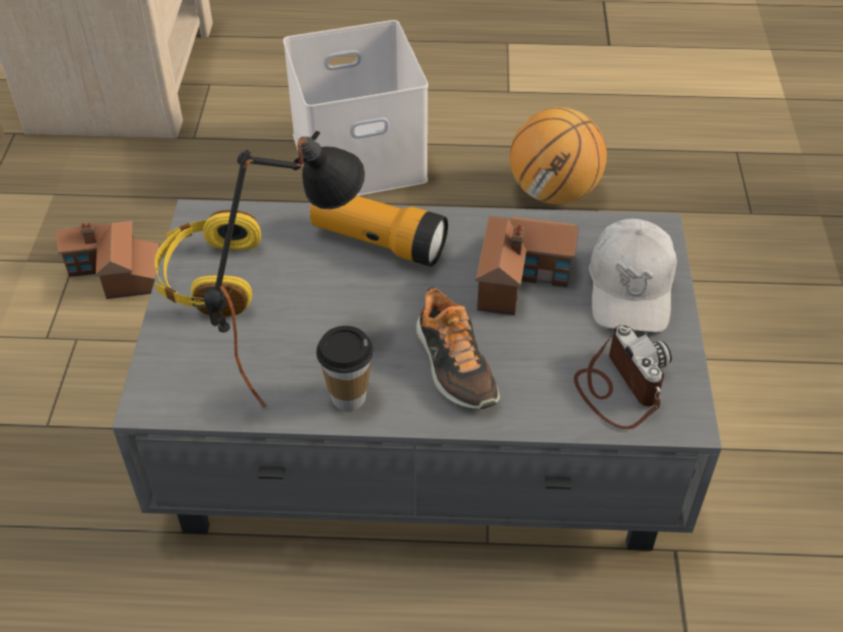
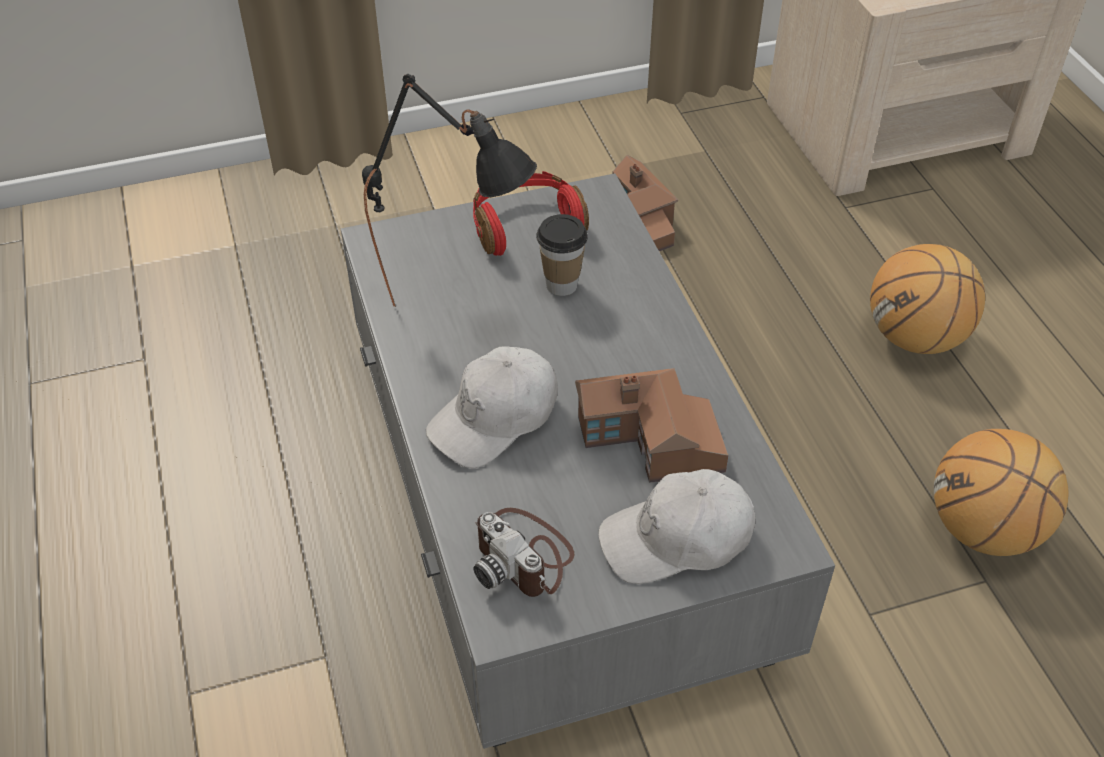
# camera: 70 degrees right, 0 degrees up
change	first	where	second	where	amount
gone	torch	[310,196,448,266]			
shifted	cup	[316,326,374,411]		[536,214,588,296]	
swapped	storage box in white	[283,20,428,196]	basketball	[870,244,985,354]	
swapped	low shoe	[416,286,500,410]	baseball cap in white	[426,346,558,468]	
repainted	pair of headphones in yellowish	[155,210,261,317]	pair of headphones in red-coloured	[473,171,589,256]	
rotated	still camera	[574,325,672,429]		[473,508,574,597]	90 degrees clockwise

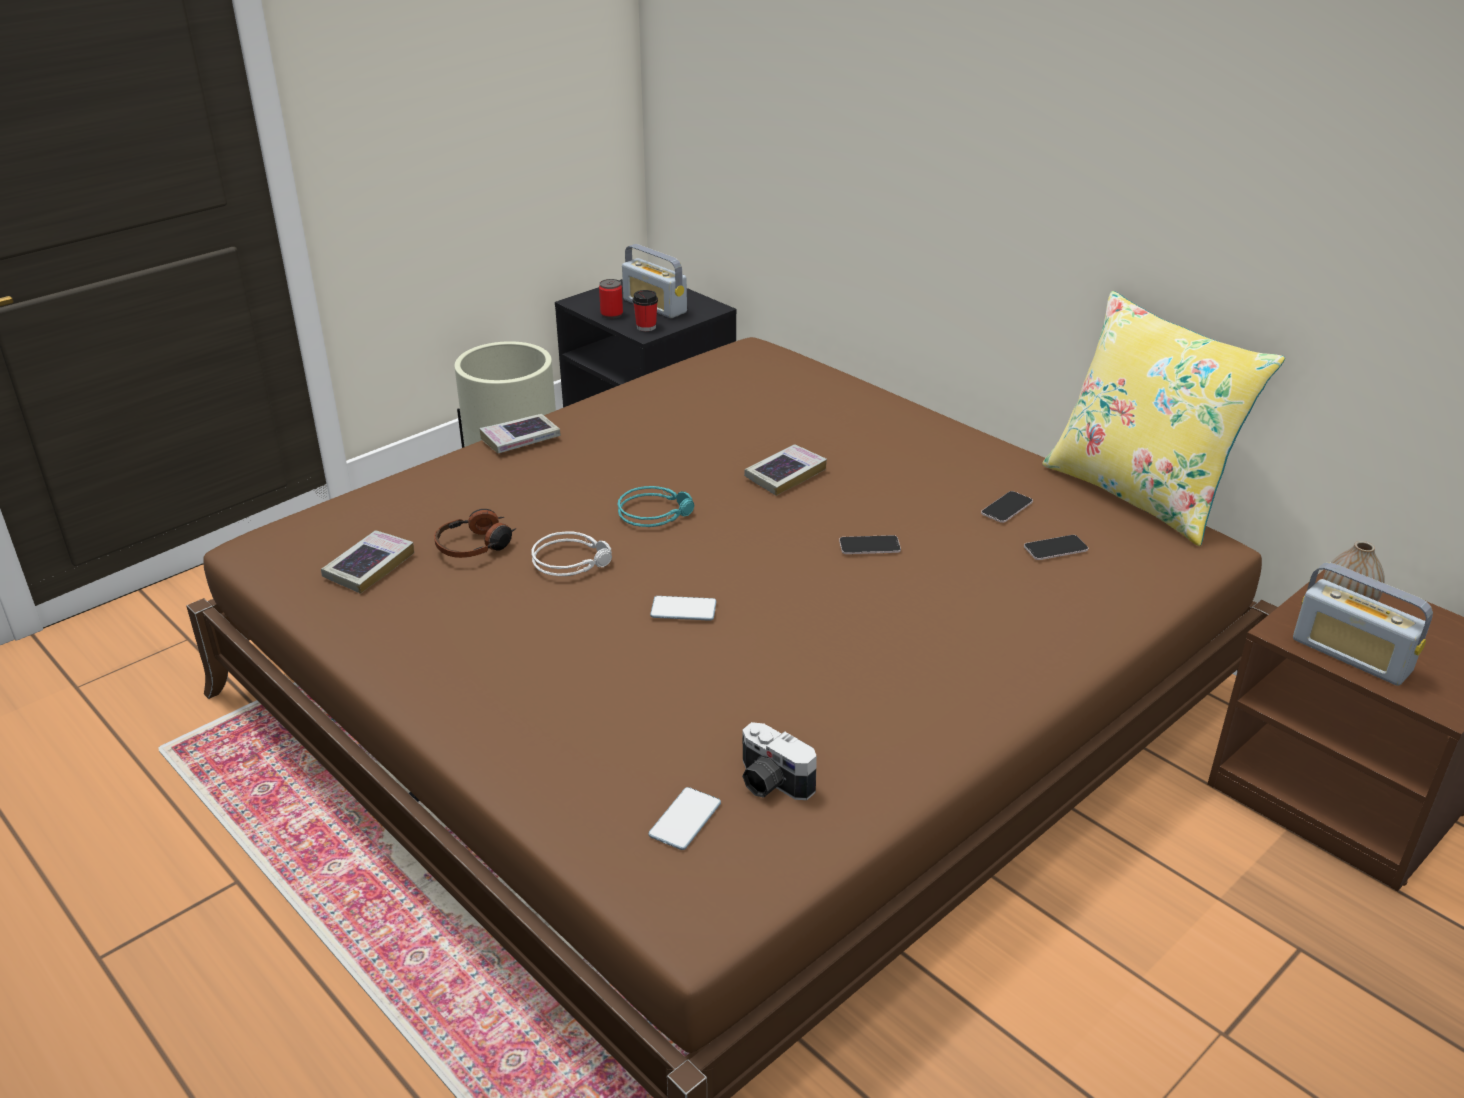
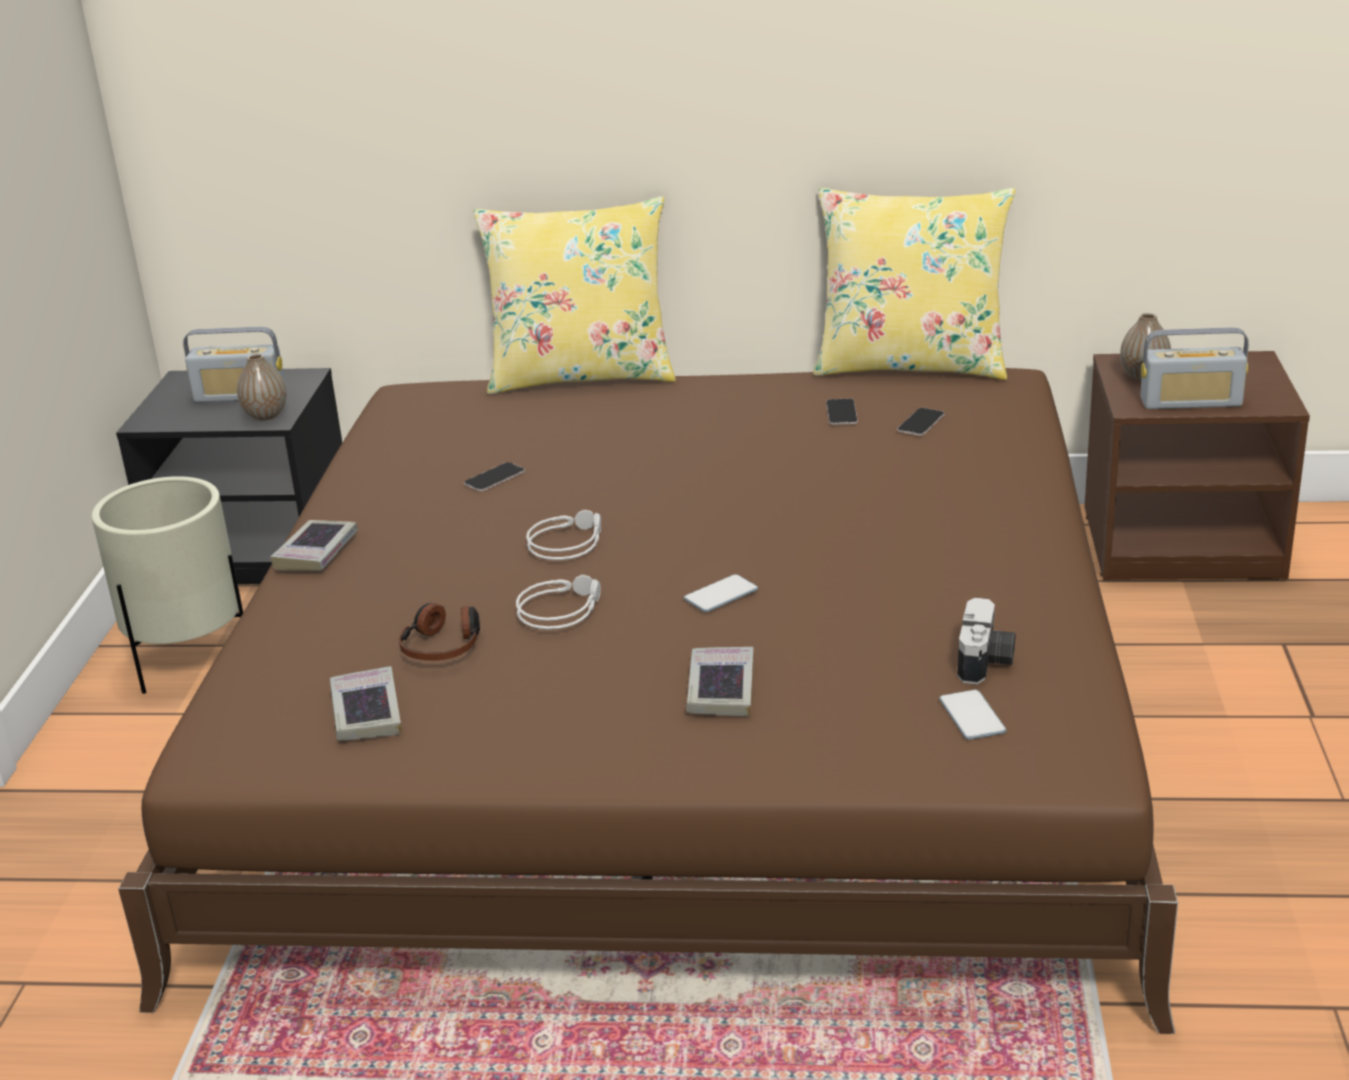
# camera: 40 degrees left, 5 degrees down
change	first	where	second	where	amount
gone	can	[599,279,623,319]			
new			pillow in yellowish	[473,196,676,394]	
shifted	book	[744,444,827,496]		[686,647,754,717]	
shifted	telephone	[839,535,901,554]		[464,462,525,492]	
swapped	cup	[633,290,658,331]	decorative vase	[237,354,287,421]	
repainted	pair of headphones in turquoise-coloured	[618,486,694,527]	pair of headphones in gray	[526,510,601,560]	
rotated	still camera	[742,722,817,800]		[957,598,1015,685]	75 degrees counterclockwise

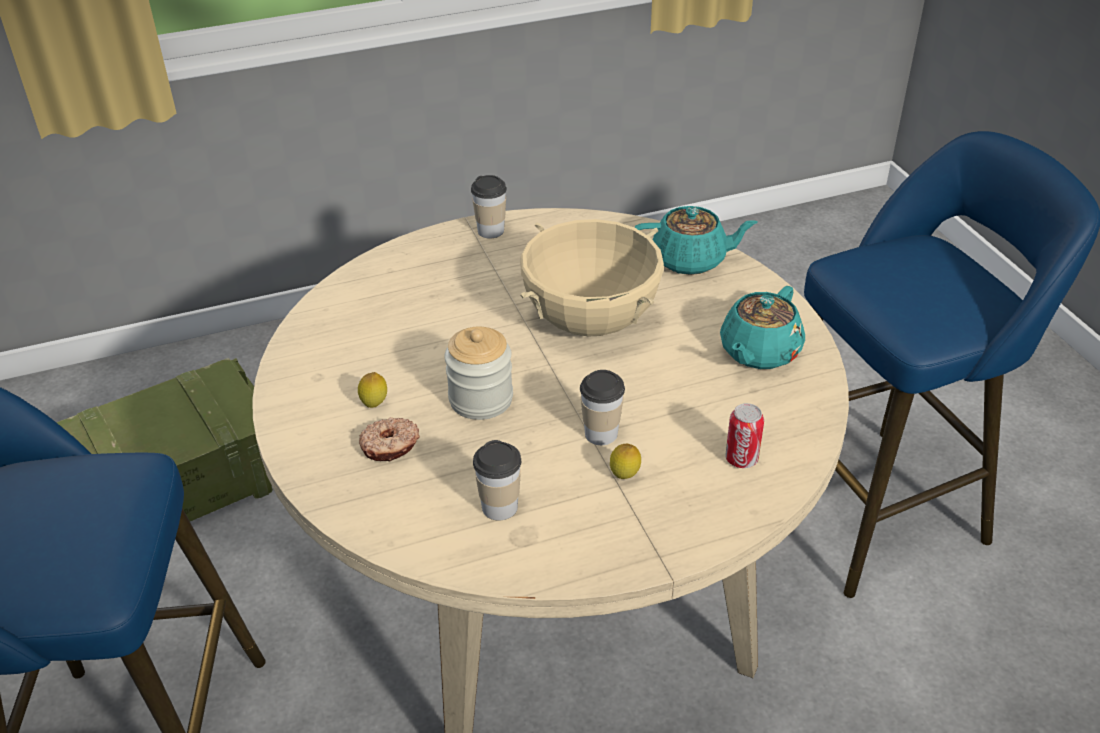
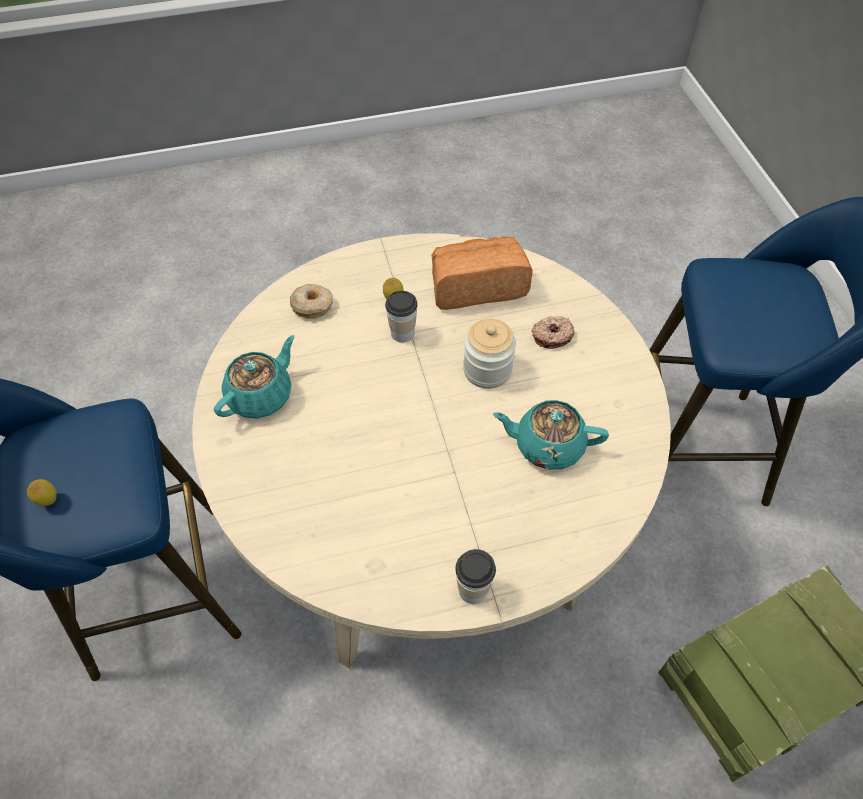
# camera: 175 degrees left, 15 degrees up
change	first	where	second	where	amount
gone	saucepot in sand-coloured	[520,219,664,336]			
shifted	citrus fruit	[358,372,387,408]		[27,479,56,506]	
shifted	pot for tea in turquoise-coloured	[635,206,758,275]		[493,400,609,470]	
swapped	cup	[473,440,521,520]	bread	[432,237,533,310]	
swapped	can	[725,403,764,468]	doughnut	[290,284,333,319]	

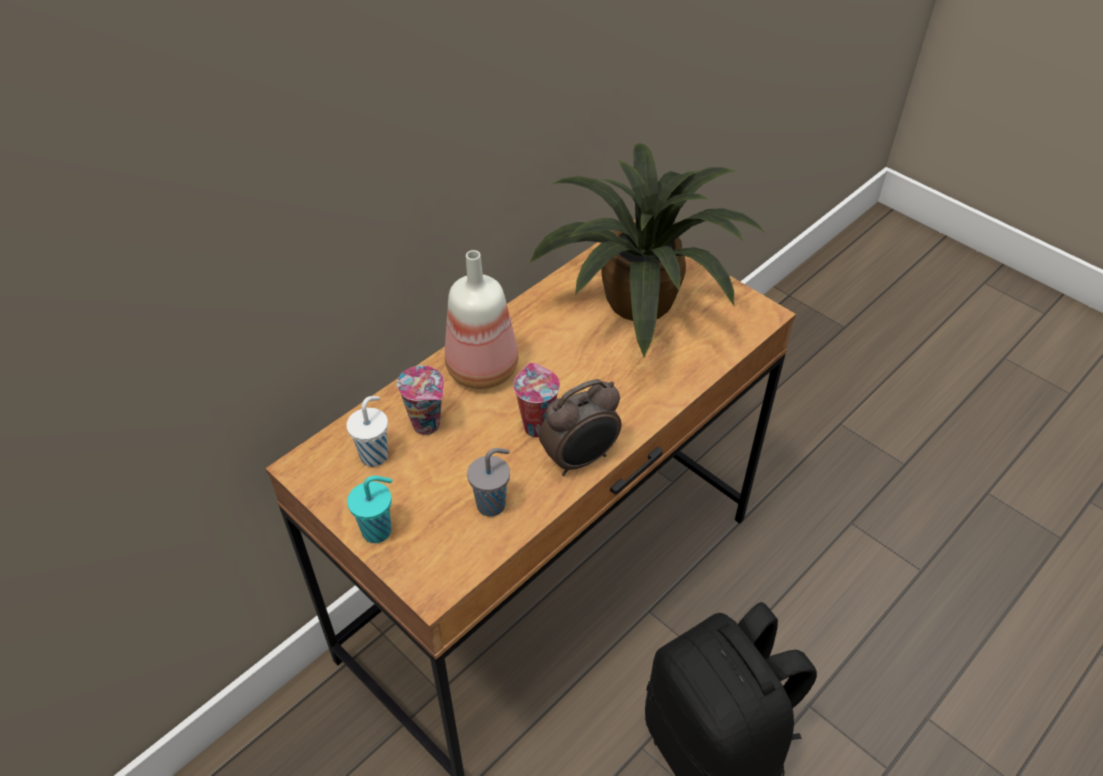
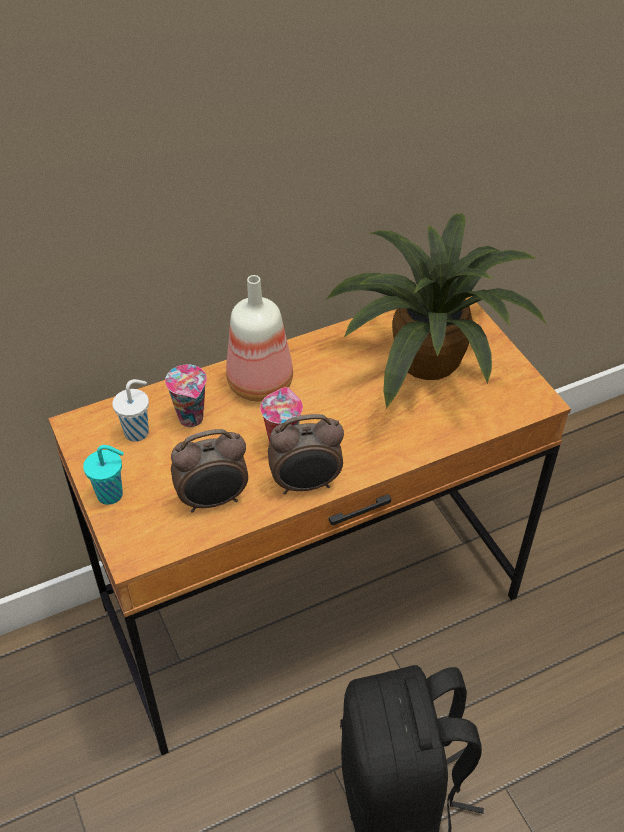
# camera: 20 degrees right, 0 degrees up
change	first	where	second	where	amount
swapped	cup in gray	[467,448,510,517]	bedside clock	[171,429,248,513]	

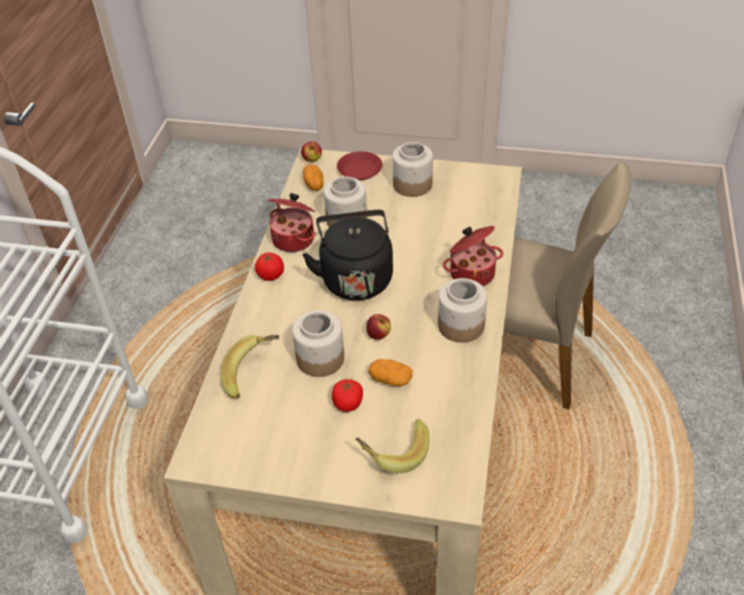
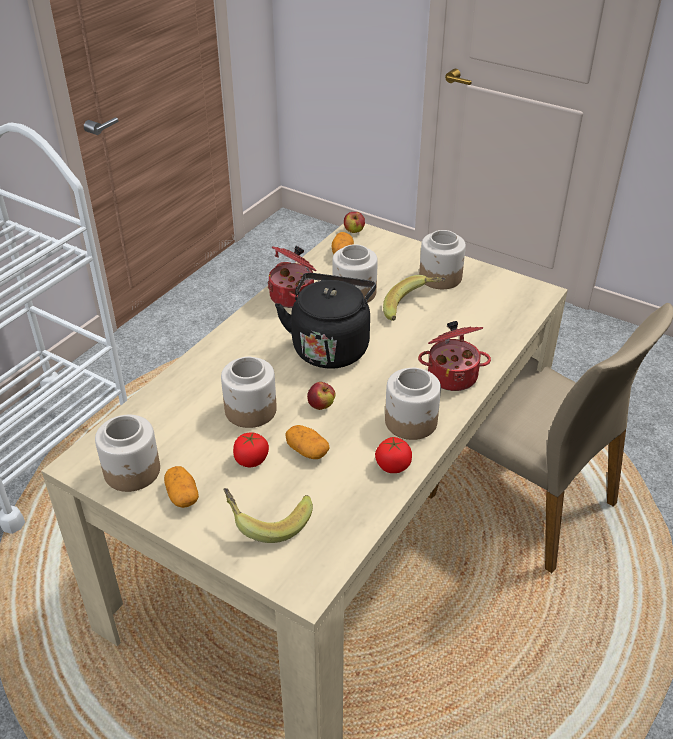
# camera: 20 degrees right, 5 degrees down
change	first	where	second	where	amount
gone	plate in red-coloured	[337,151,383,180]			
new			storage jar	[95,415,160,492]	
new			potato	[164,466,199,508]	
shifted	whole banana	[220,335,279,399]		[383,275,446,321]	
shifted	tomato	[255,253,284,281]		[375,437,412,473]	

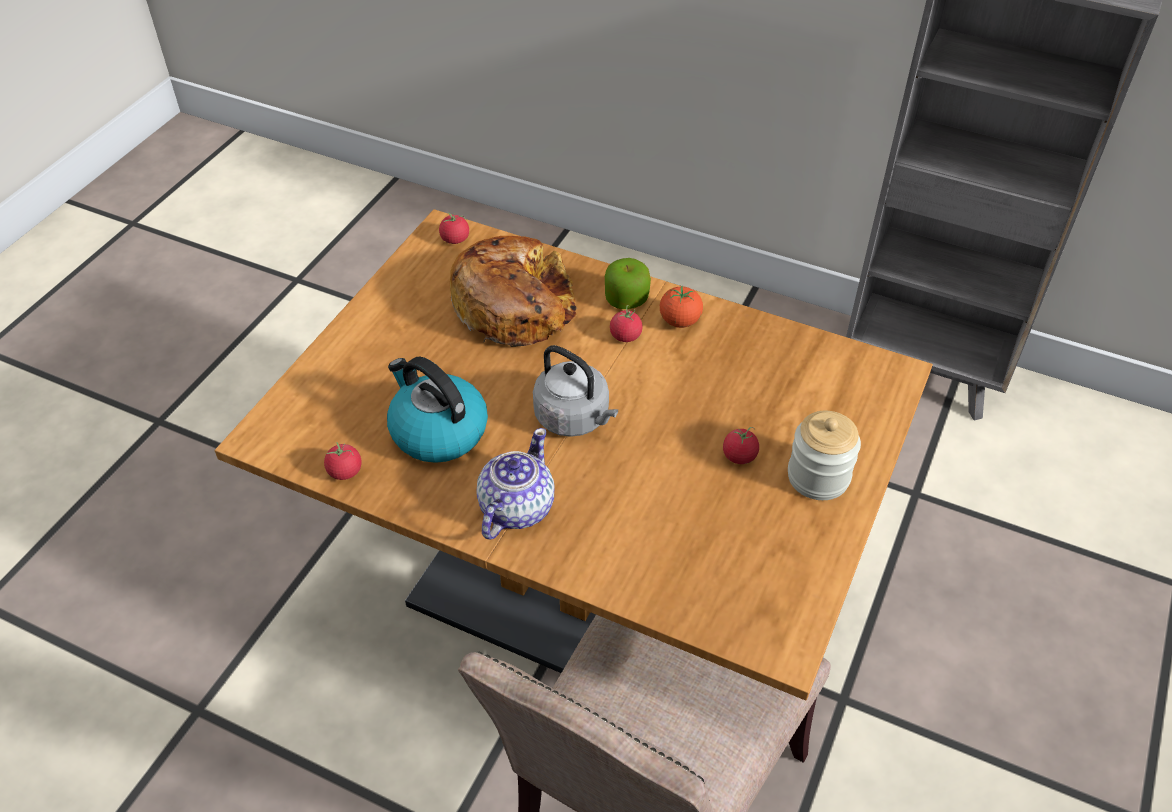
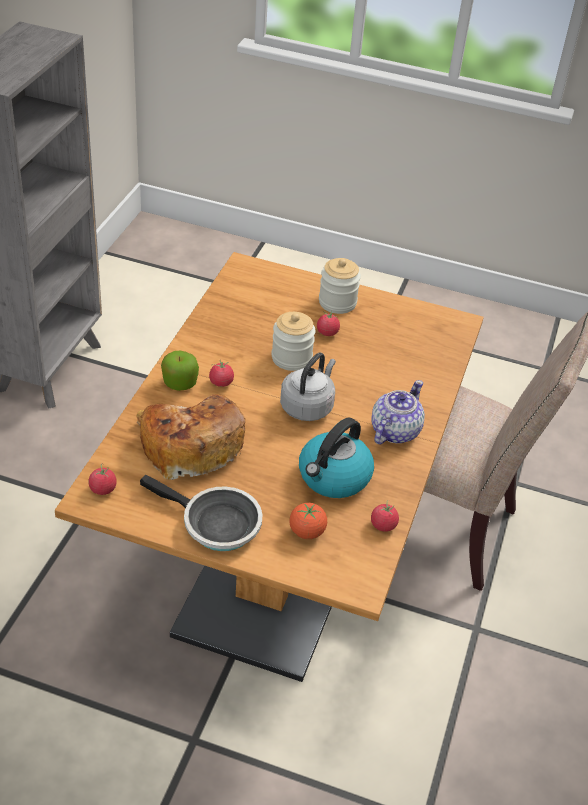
# camera: 100 degrees left, 5 degrees down
change	first	where	second	where	amount
new			frying pan	[140,475,263,551]	
new			storage jar	[272,312,315,371]	
shifted	tomato	[660,286,703,328]		[289,503,327,539]	
rotated	pot for tea	[477,428,554,540]		[371,380,425,445]	105 degrees clockwise

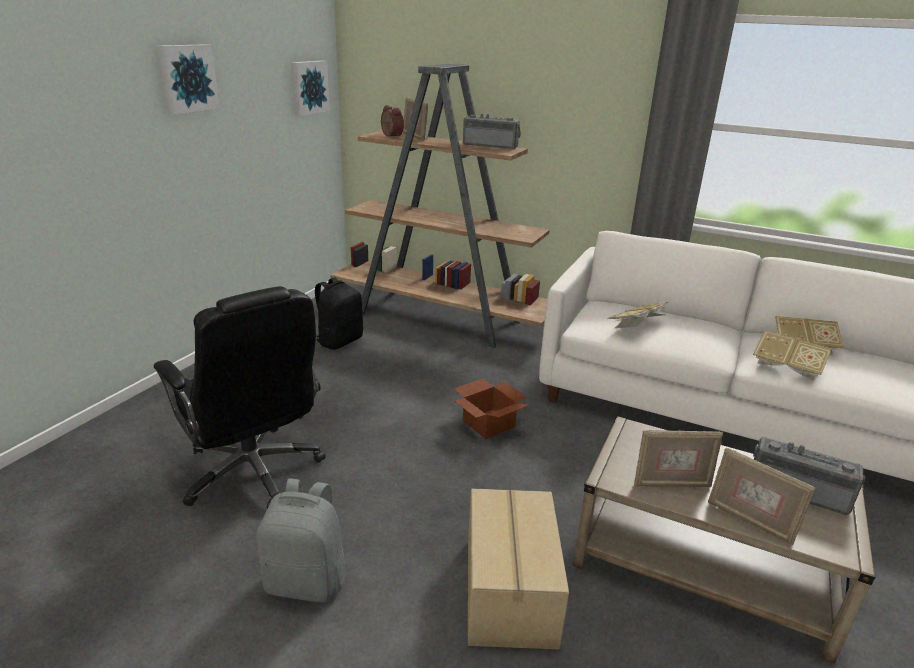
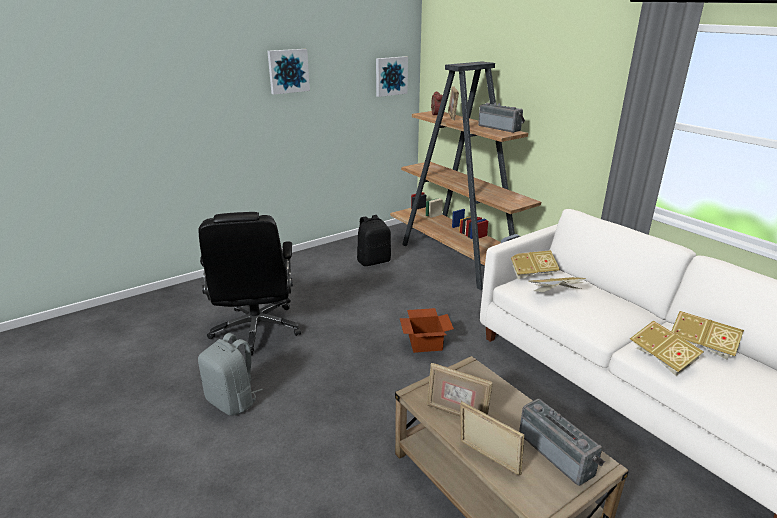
# camera: 30 degrees right, 0 degrees up
change	first	where	second	where	amount
gone	packing box	[468,489,569,649]			
new			book	[511,250,560,279]	
rotated	photo frame	[708,448,816,545]		[460,401,525,475]	150 degrees clockwise

